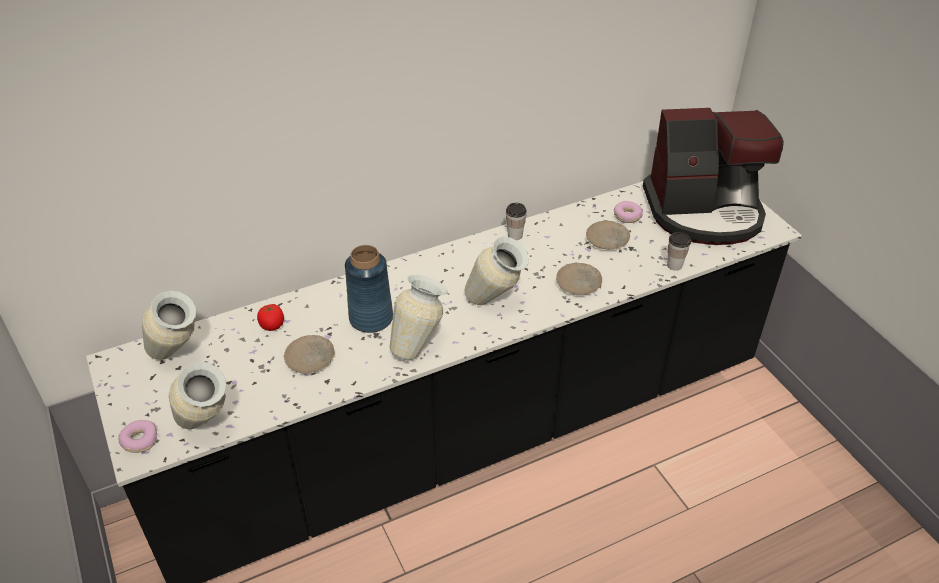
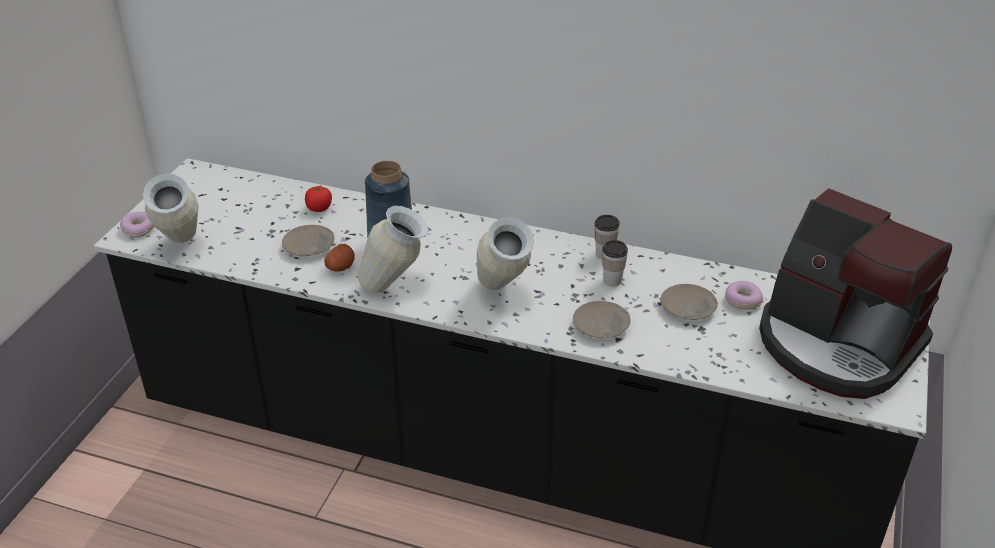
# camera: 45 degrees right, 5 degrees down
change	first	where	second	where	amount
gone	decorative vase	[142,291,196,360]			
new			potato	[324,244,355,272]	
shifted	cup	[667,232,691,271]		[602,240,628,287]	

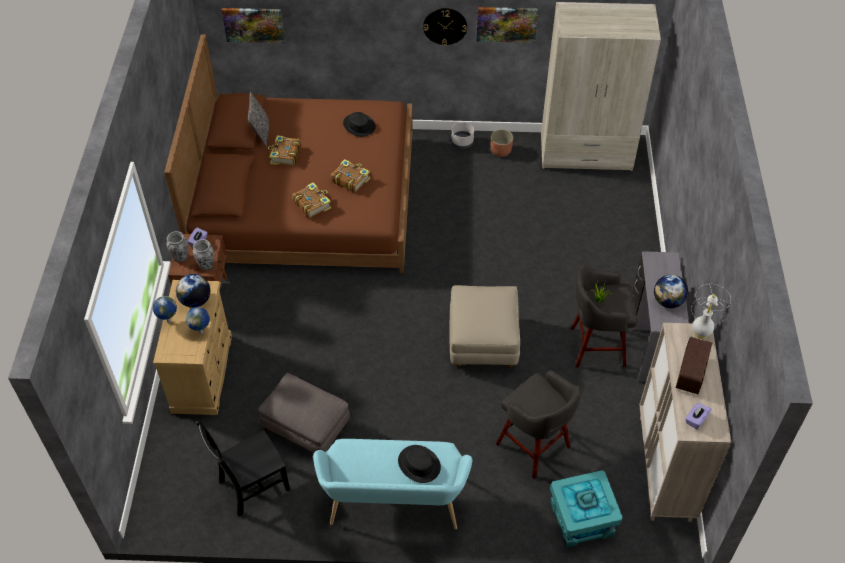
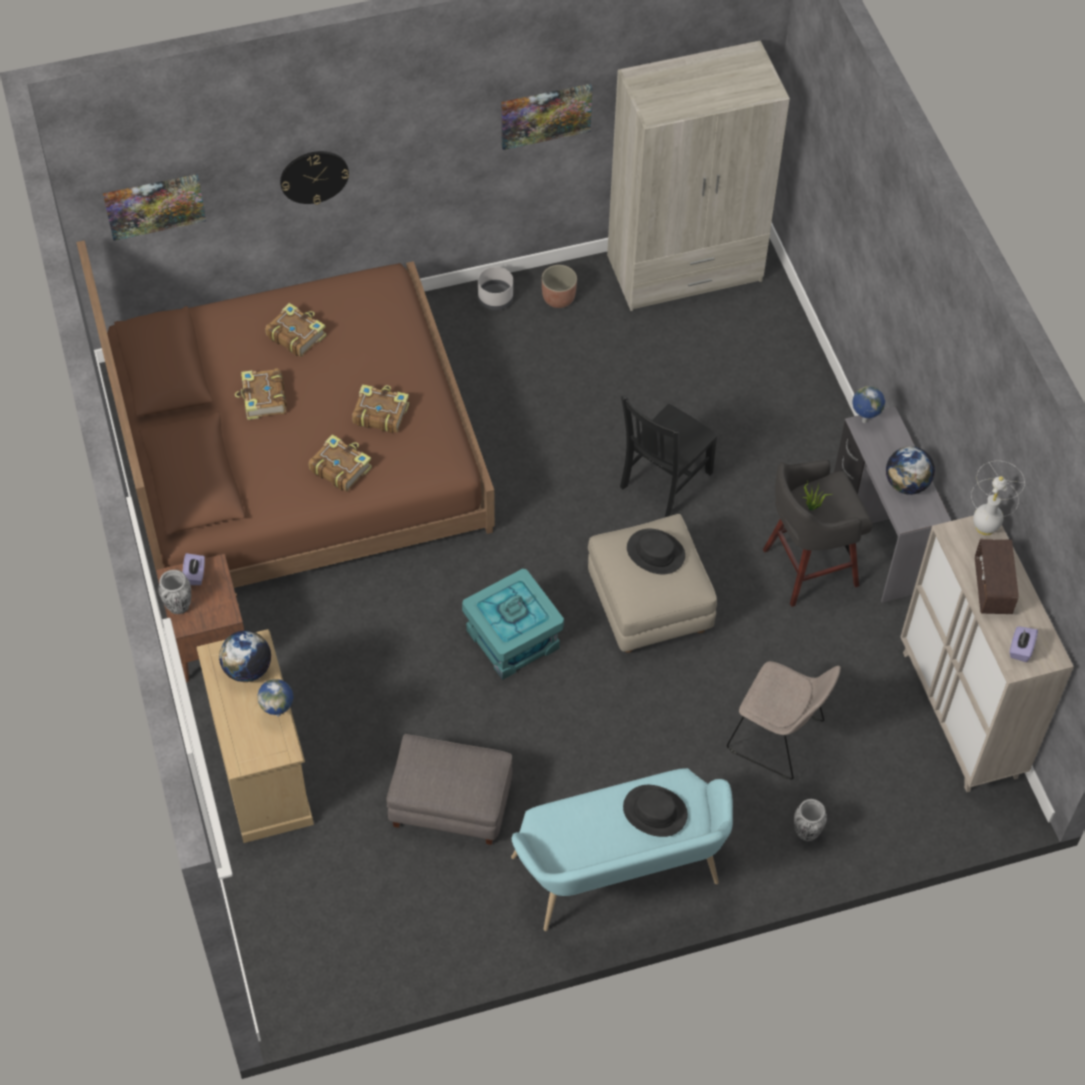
# camera: 20 degrees left, 5 degrees up
change	first	where	second	where	amount
gone	pillow	[248,92,269,147]			
new			book	[266,303,326,357]	
shifted	desk globe	[153,296,177,323]		[852,386,885,423]	
shifted	decorative vase	[193,239,214,271]		[794,799,827,841]	
shifted	upright chair in blackish	[196,420,290,517]		[620,396,718,517]	
shifted	clothing hat in blackish	[343,112,376,137]		[627,528,685,574]	
shifted	hanging clock	[423,8,467,46]		[280,151,349,205]	
shifted	storage box in turquoise-coloured	[550,470,623,547]		[462,569,564,680]	
swapped	stool in gray	[496,370,582,479]	upright chair in sand-coloured	[727,661,841,780]	

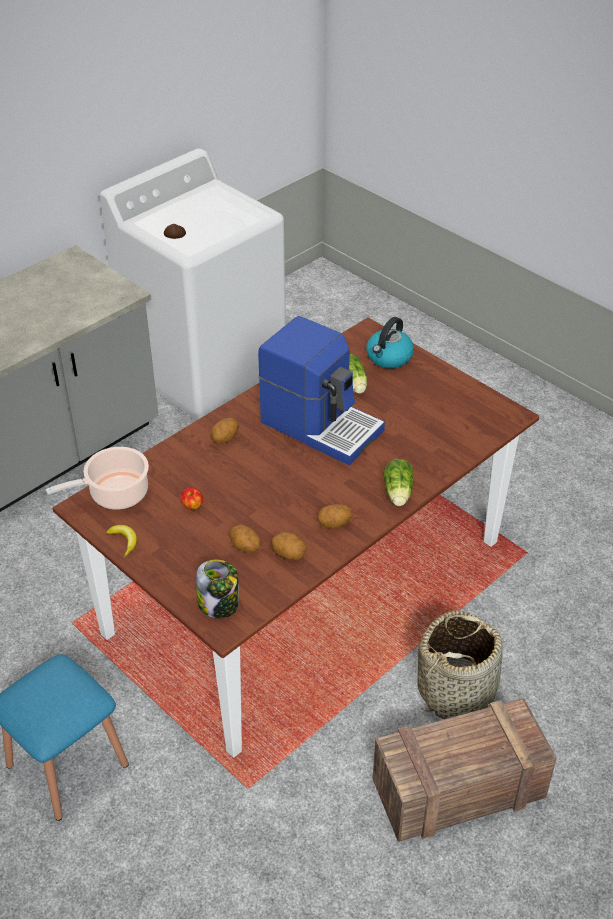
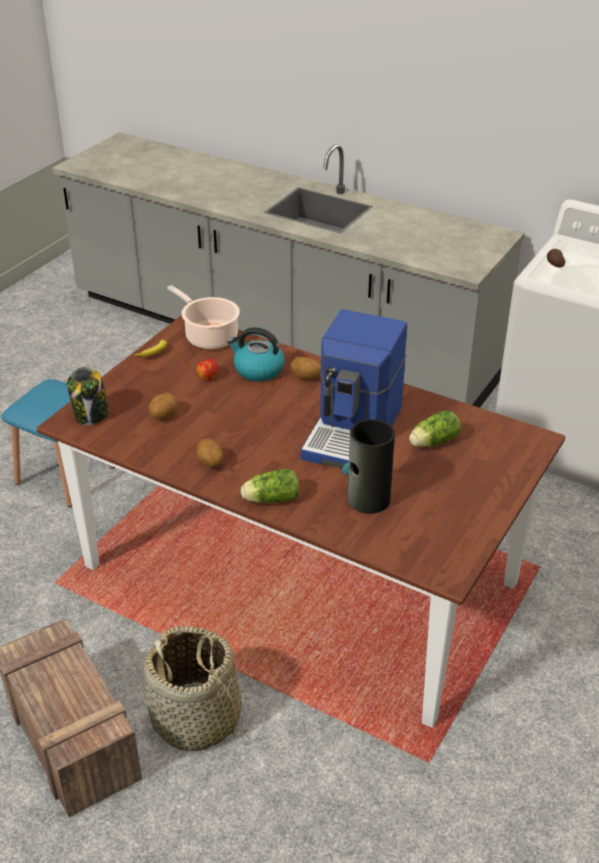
# camera: 75 degrees right, 5 degrees down
change	first	where	second	where	amount
gone	potato	[271,532,307,560]			
new			decorative vase	[342,419,395,514]	
shifted	water kettle	[366,317,414,369]		[227,327,285,381]	

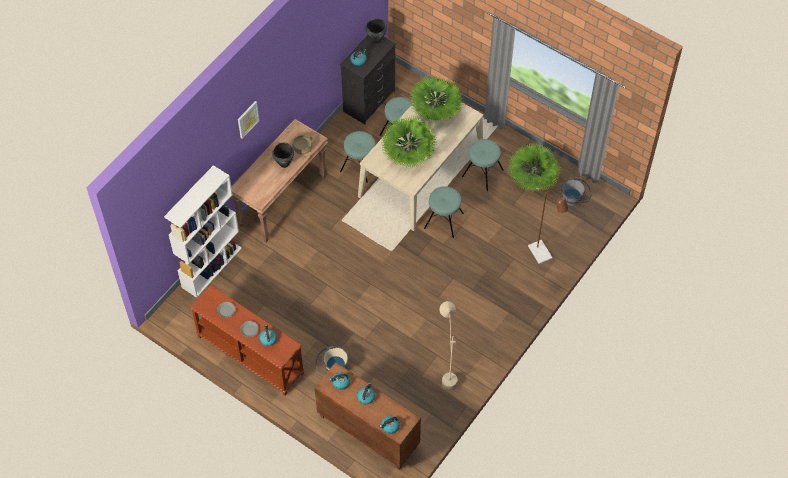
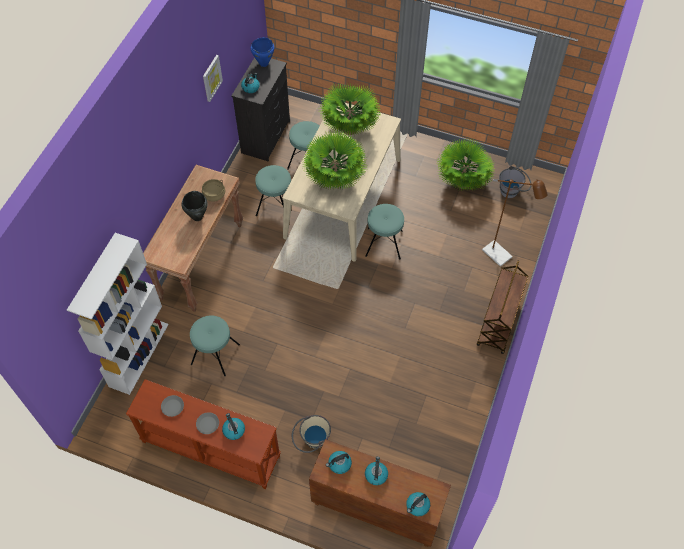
# camera: 15 degrees left, 0 degrees up
change	first	where	second	where	amount
gone	floor lamp in sand-coloured	[439,301,457,391]			
new			wheeled cart in brown	[477,261,528,354]	
shifted	wall art	[238,101,259,139]		[203,55,223,102]	
shifted	stool in turquoise-coloured	[462,139,504,191]		[190,316,240,376]	
repainted	saucepot in blackish	[365,19,387,43]	saucepot in blue	[250,37,274,67]	

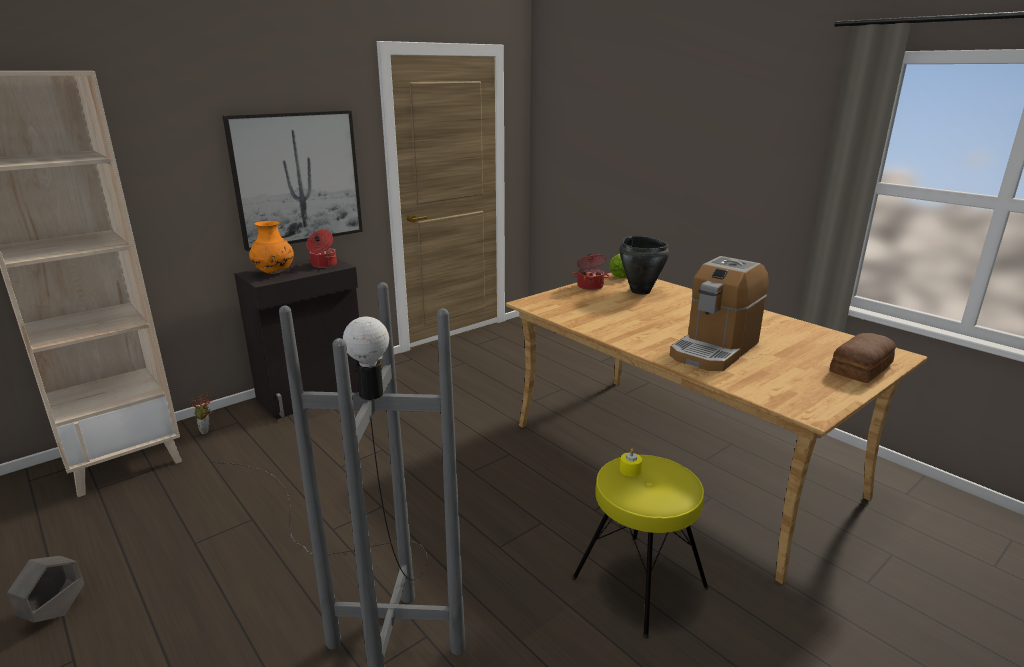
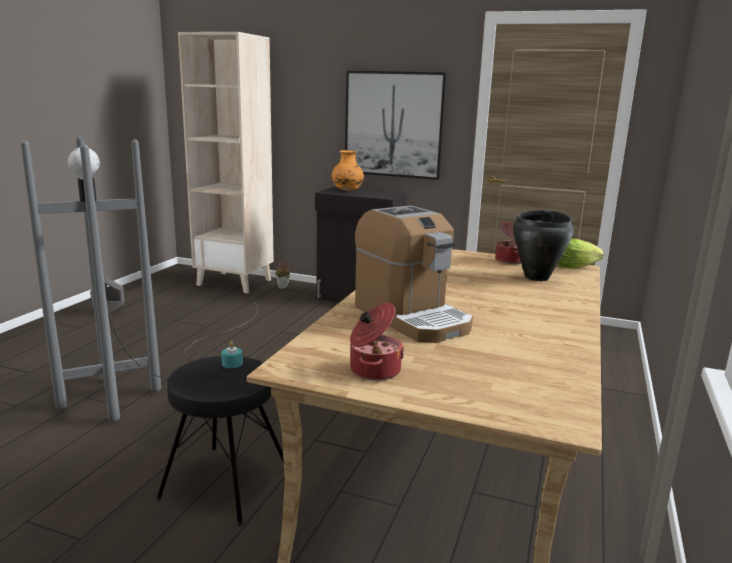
# camera: 60 degrees right, 5 degrees down
change	first	where	second	where	amount
gone	bread	[830,333,896,383]			
shifted	saucepot	[307,230,337,268]		[350,303,404,381]	
repainted	stool in yellowish	[572,455,709,639]	stool in blackish	[156,356,284,526]	
repainted	candle in yellowish	[620,449,642,477]	candle in turquoise-coloured	[221,341,243,368]	
rotated	coffee machine	[670,256,769,371]		[355,206,473,343]	135 degrees counterclockwise

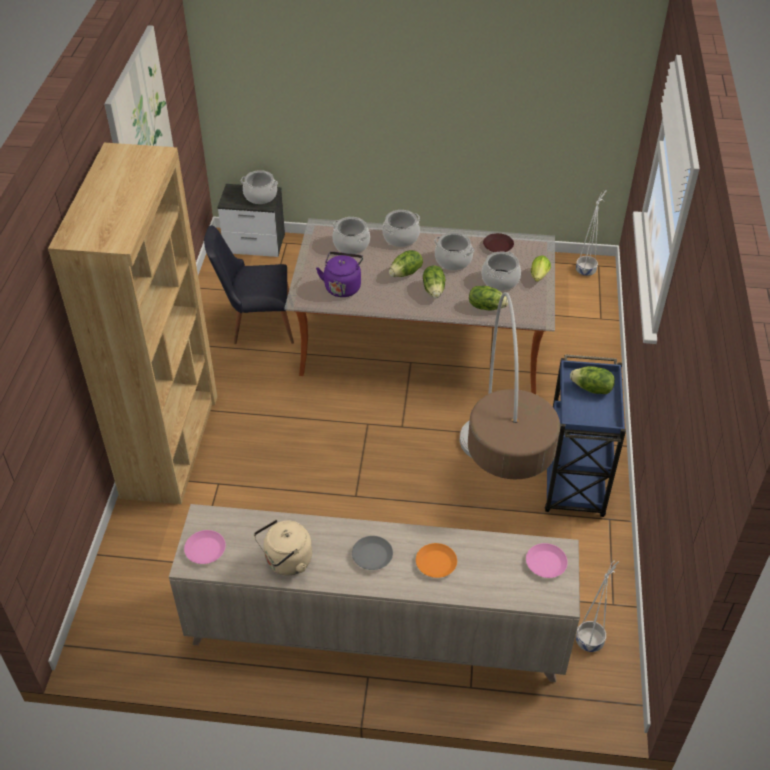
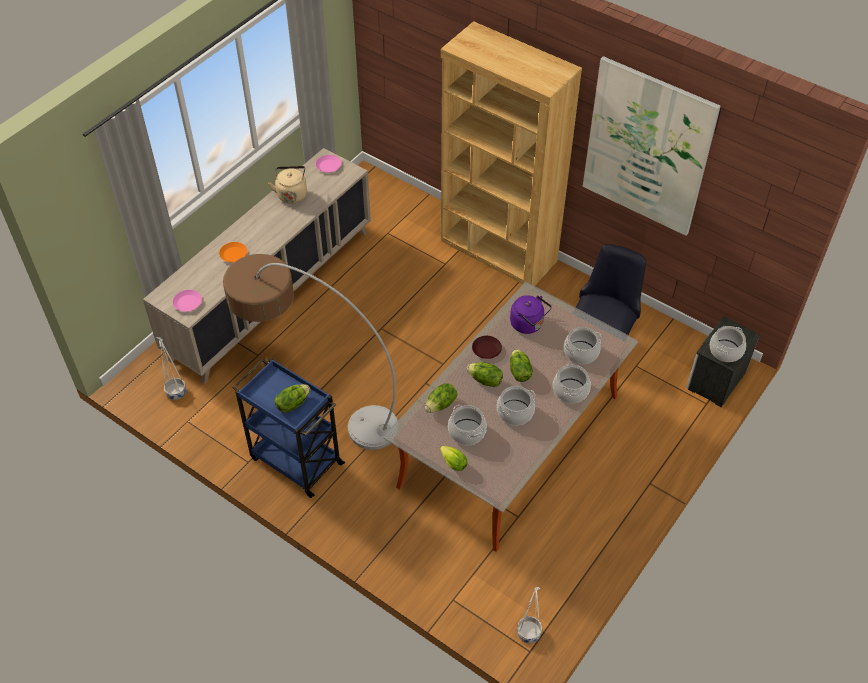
# camera: 120 degrees right, 5 degrees up
change	first	where	second	where	amount
gone	plate in gray	[352,536,393,570]			
shifted	plate in brown	[483,233,514,252]		[472,336,502,359]	

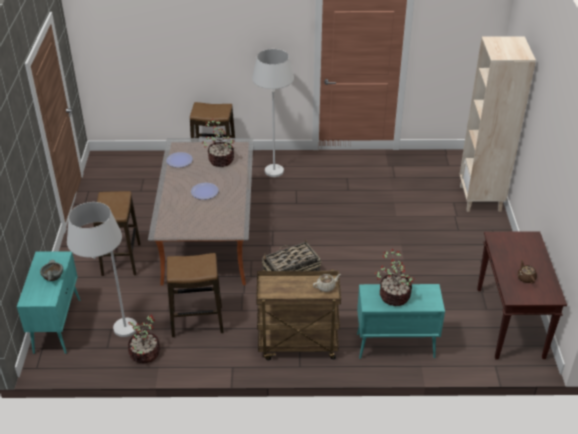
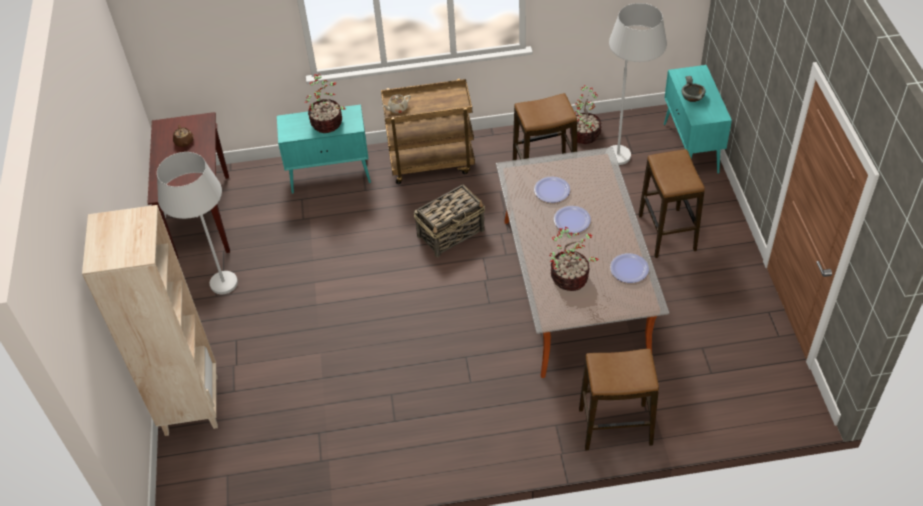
# camera: 175 degrees right, 10 degrees up
change	first	where	second	where	amount
new			plate	[534,176,570,203]	
shifted	floor lamp in white	[252,49,294,177]		[157,152,238,294]	

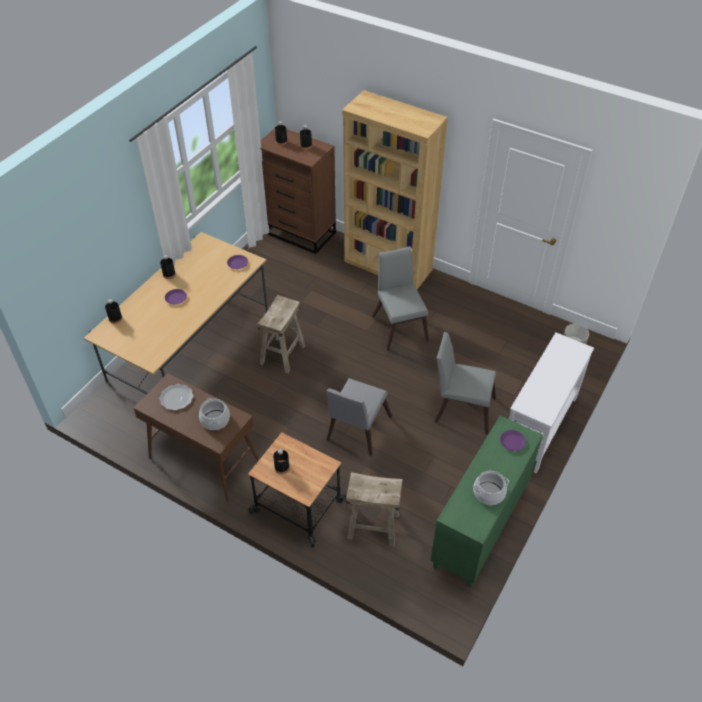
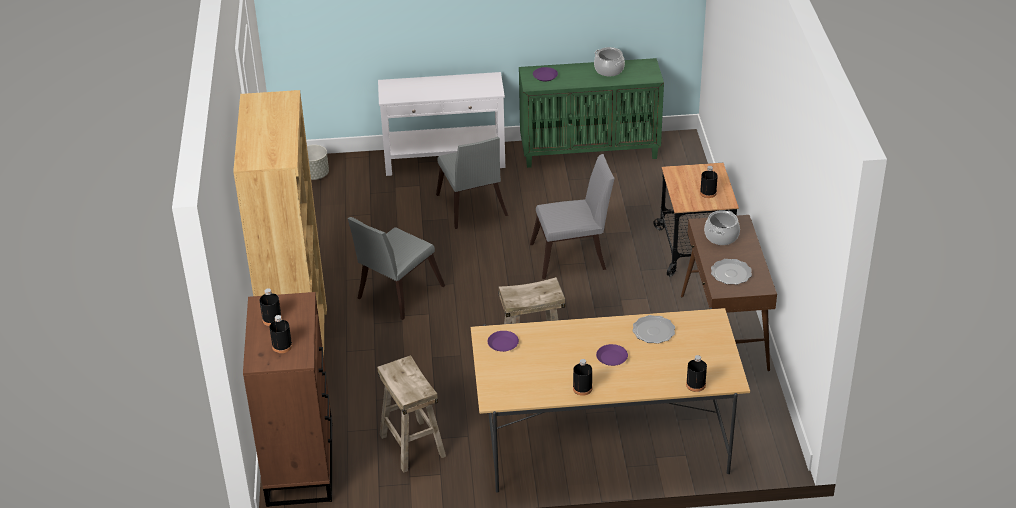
# camera: 125 degrees left, 10 degrees down
change	first	where	second	where	amount
new			plate	[632,315,675,344]	
shifted	stool in sand-coloured	[346,472,403,547]		[377,355,446,473]	

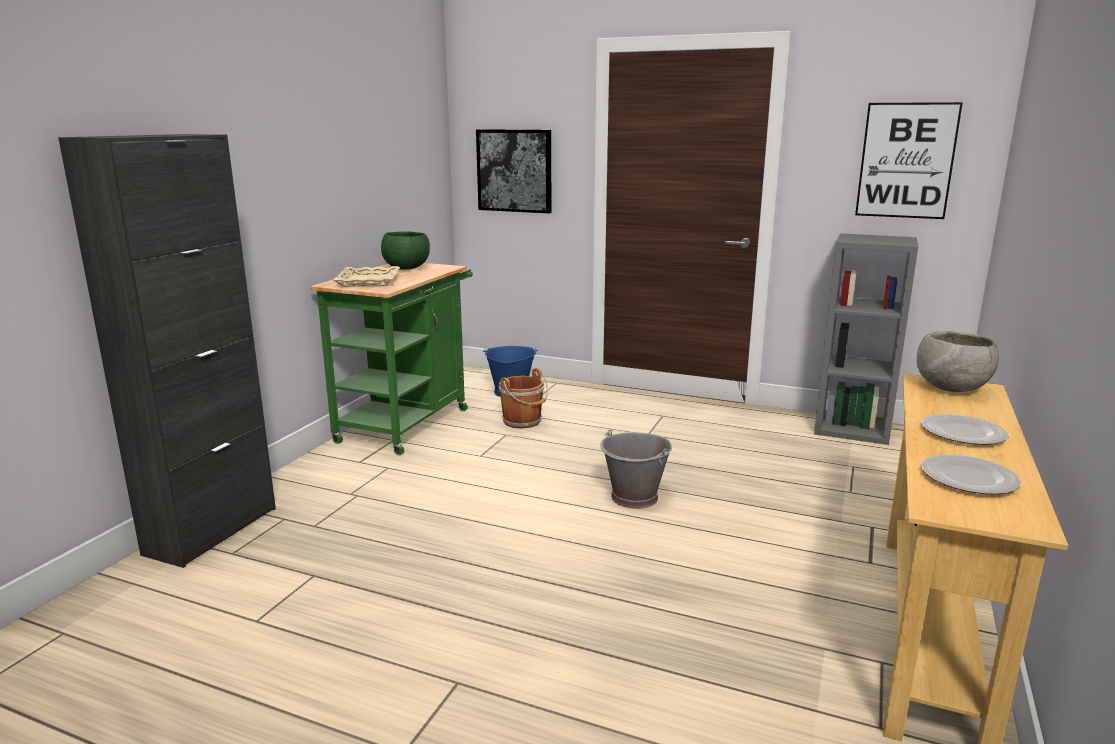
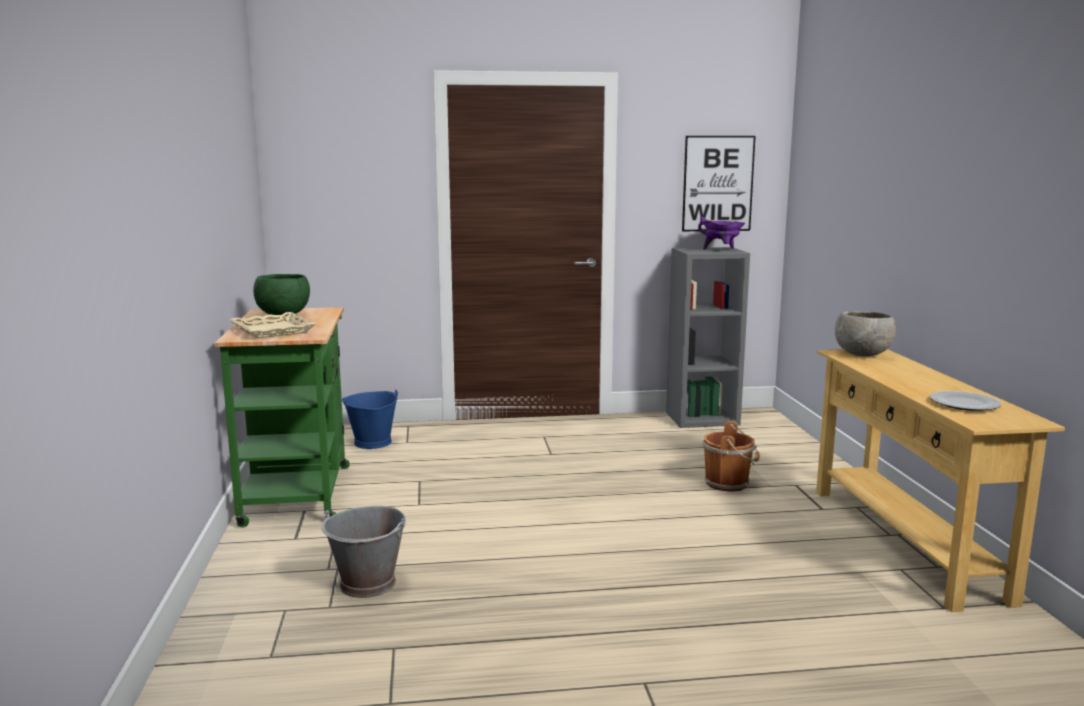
# camera: 30 degrees left, 5 degrees down
change	first	where	second	where	amount
gone	storage cabinet in blackish	[58,134,276,568]			
gone	wall art	[476,129,551,213]			
gone	plate	[922,414,1009,445]			
new			saucepot in purple	[698,217,745,250]	
shifted	bucket in brown	[499,368,548,429]		[703,421,760,492]	
shifted	bucket in gray	[600,429,672,509]		[322,506,406,598]	

